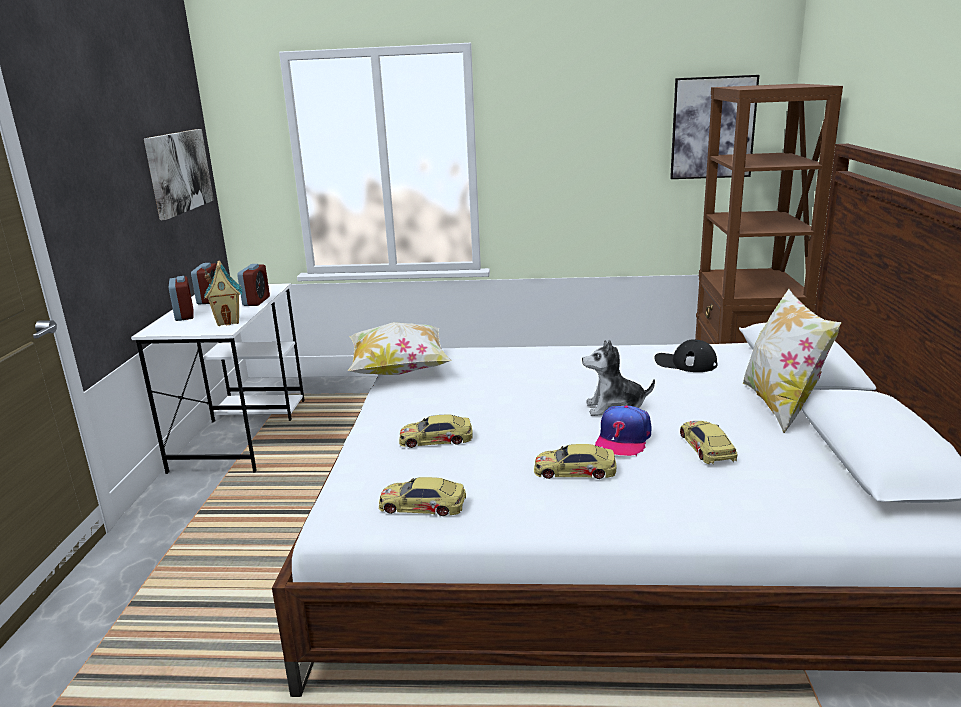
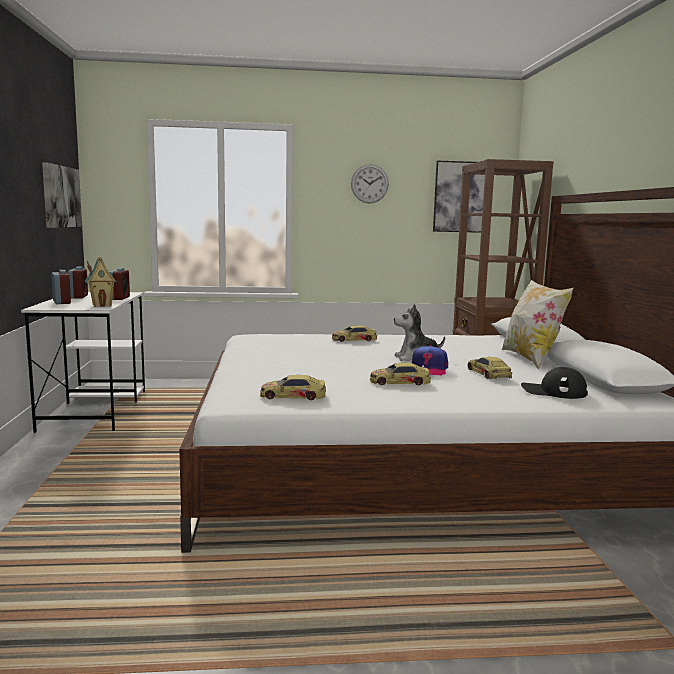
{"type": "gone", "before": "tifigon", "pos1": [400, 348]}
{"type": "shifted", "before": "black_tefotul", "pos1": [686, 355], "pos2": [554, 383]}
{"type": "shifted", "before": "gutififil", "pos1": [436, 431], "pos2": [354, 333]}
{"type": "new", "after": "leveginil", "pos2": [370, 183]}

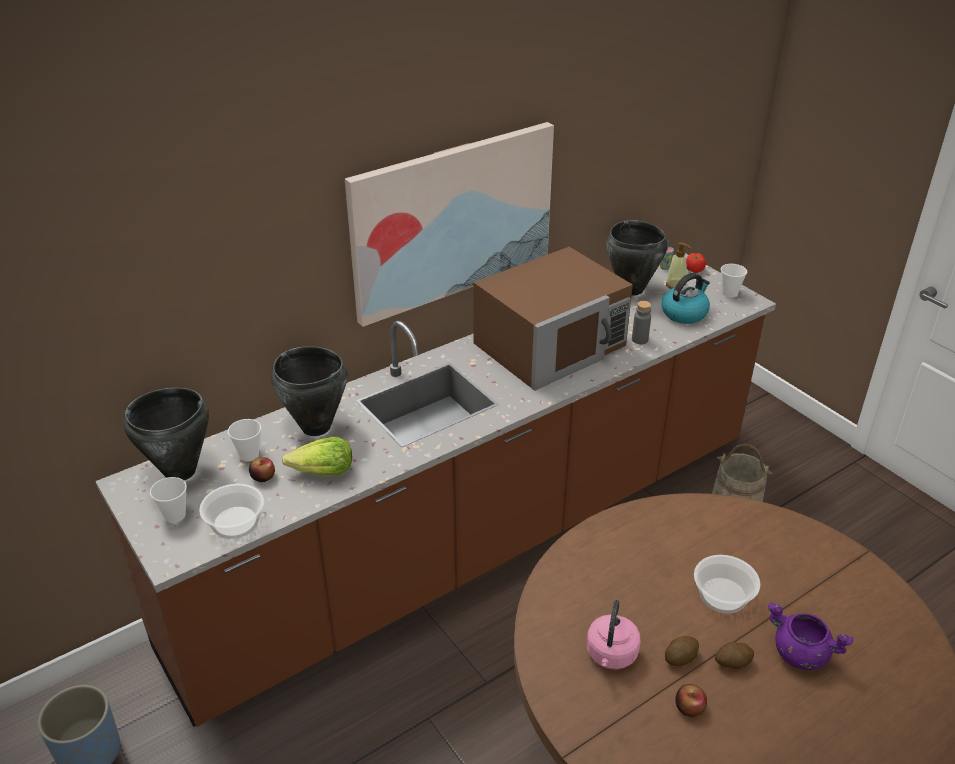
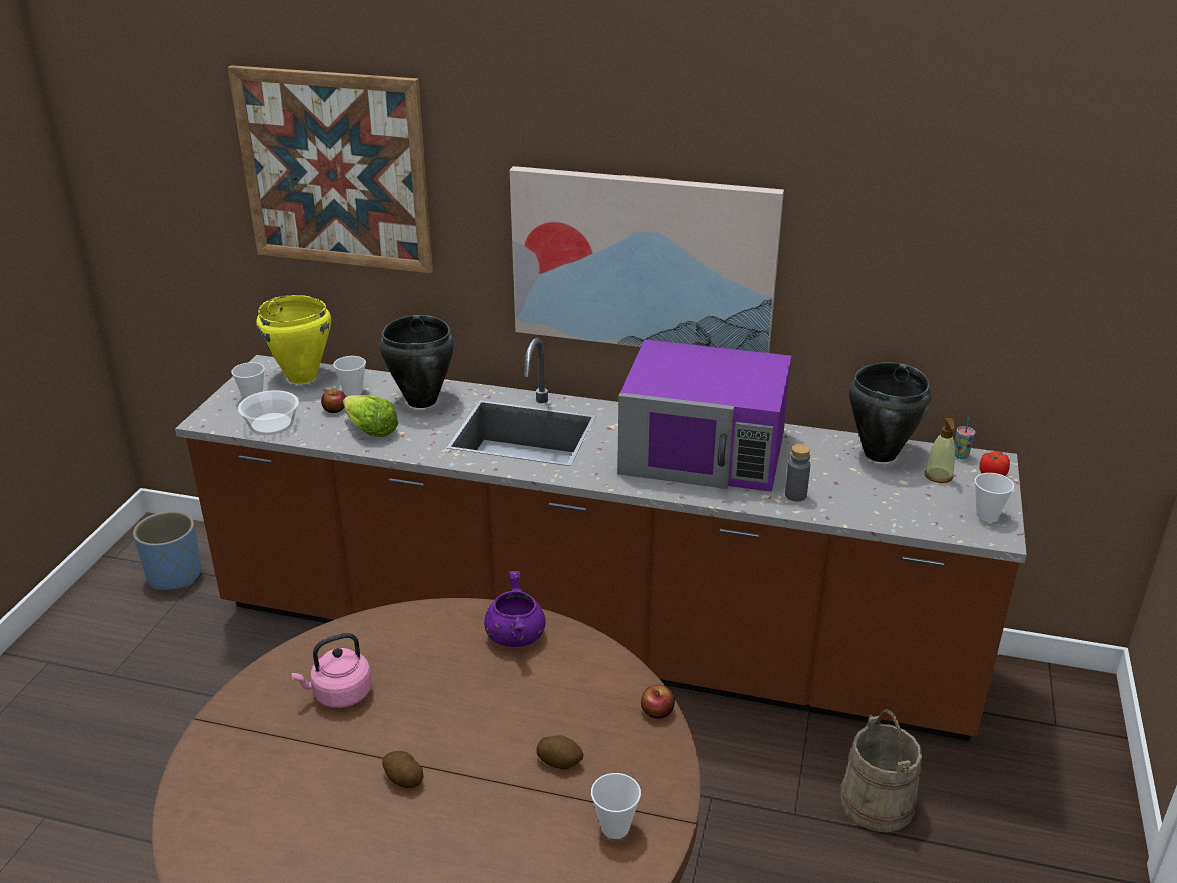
{"type": "repainted", "before": "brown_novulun", "after": "purple_novulun", "pos1": [553, 319], "pos2": [704, 415]}
{"type": "gone", "before": "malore", "pos1": [686, 298]}
{"type": "repainted", "before": "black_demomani", "after": "yellow_demomani", "pos1": [166, 434], "pos2": [293, 339]}
{"type": "gone", "before": "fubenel", "pos1": [727, 584]}
{"type": "shifted", "before": "purple_demomani", "pos1": [810, 636], "pos2": [514, 609]}
{"type": "shifted", "before": "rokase", "pos1": [682, 651], "pos2": [559, 752]}
{"type": "shifted", "before": "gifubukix", "pos1": [691, 700], "pos2": [658, 702]}
{"type": "new", "after": "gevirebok", "pos2": [330, 169]}
{"type": "new", "after": "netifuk", "pos2": [616, 806]}

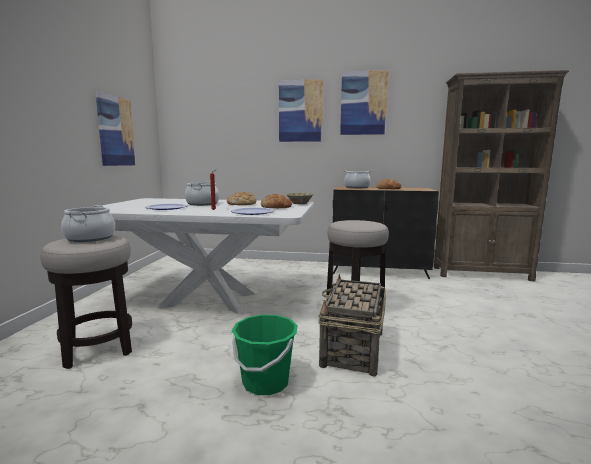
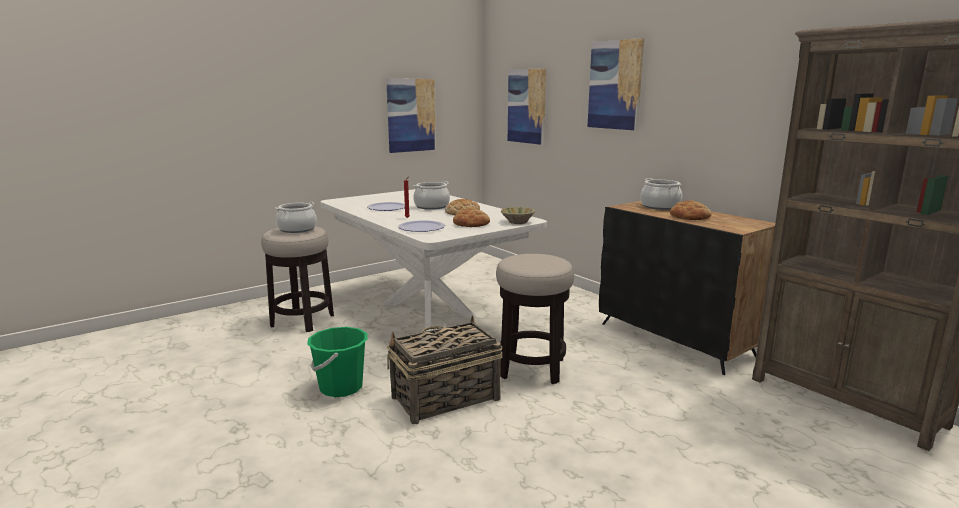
{"type": "shifted", "before": "gevirebok", "pos1": [364, 102], "pos2": [527, 106]}

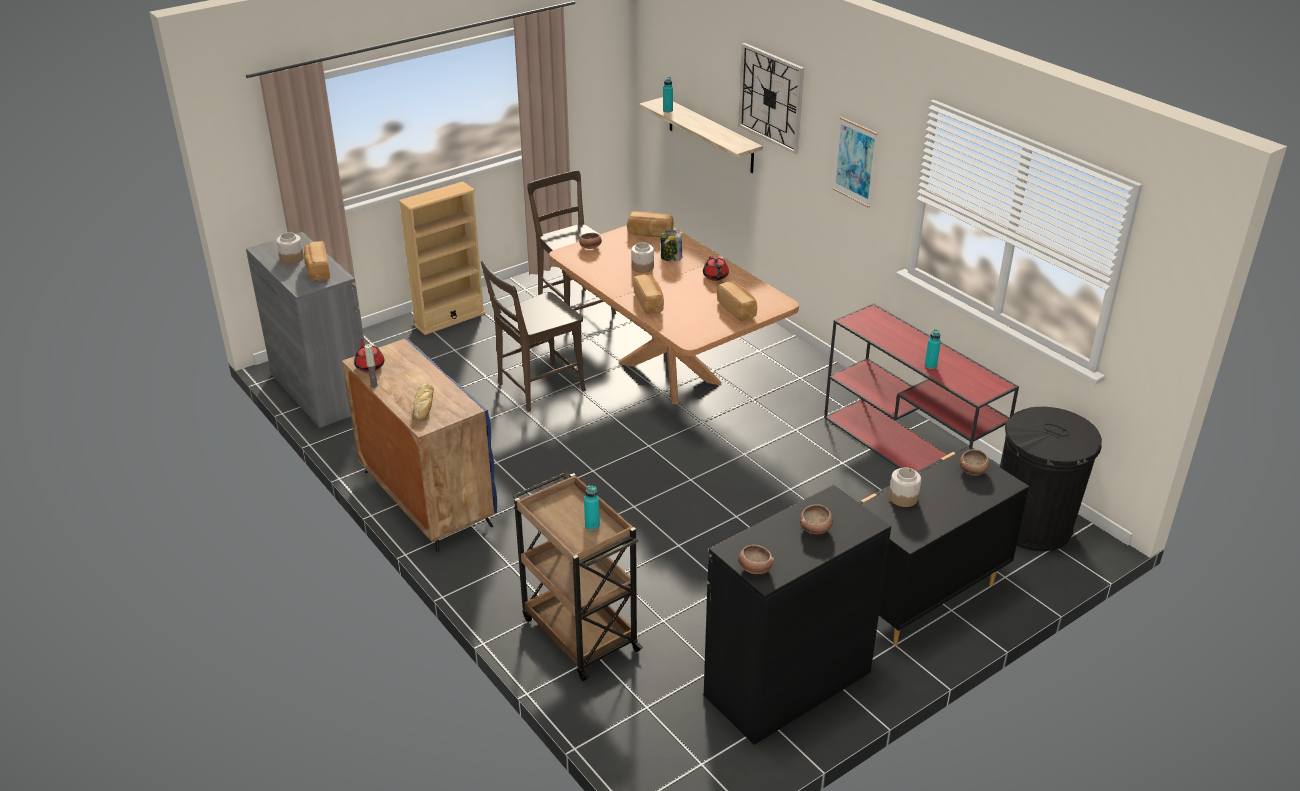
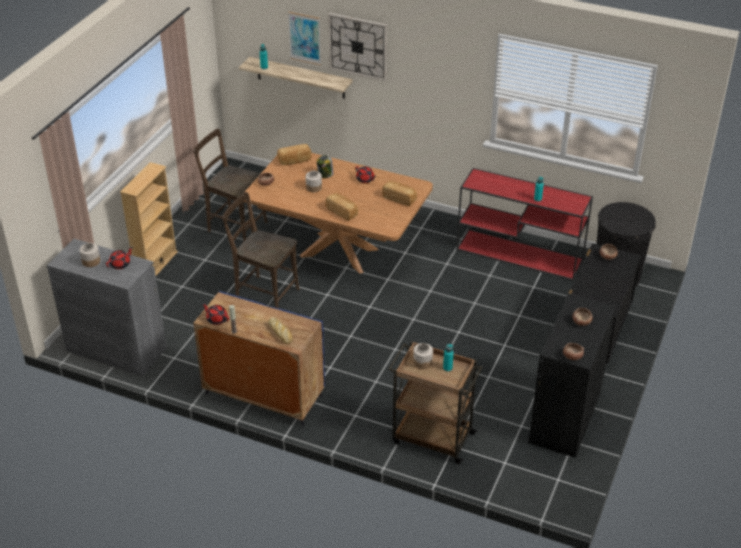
{"type": "shifted", "before": "gevirebok", "pos1": [855, 162], "pos2": [304, 38]}
{"type": "swapped", "before": "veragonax", "after": "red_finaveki", "pos1": [317, 261], "pos2": [119, 258]}
{"type": "rotated", "before": "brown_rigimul", "pos1": [533, 336], "pos2": [261, 250], "turn": 90}
{"type": "shifted", "before": "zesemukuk", "pos1": [905, 487], "pos2": [423, 356]}

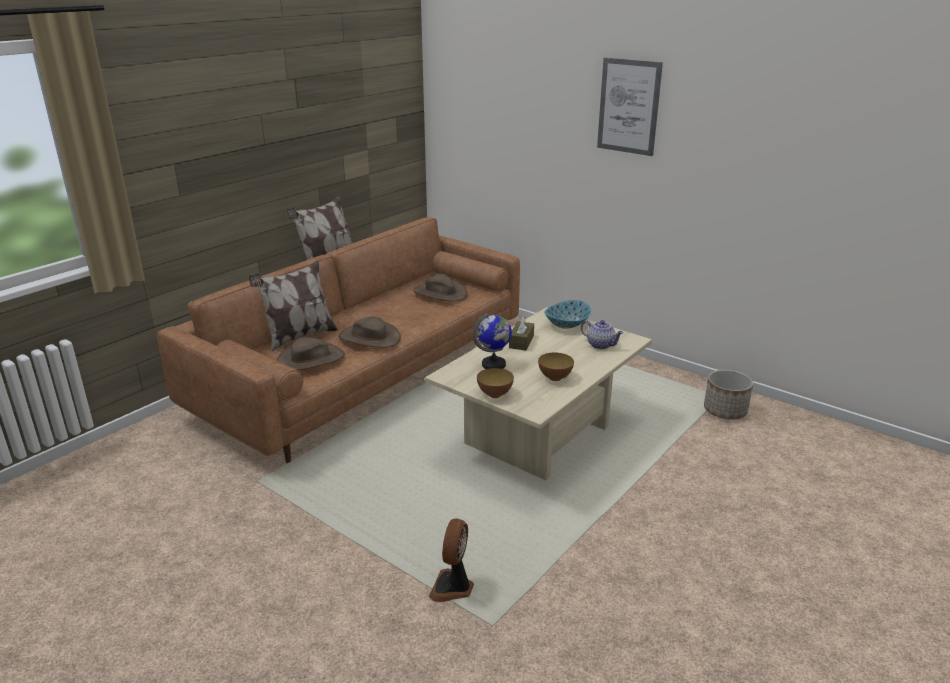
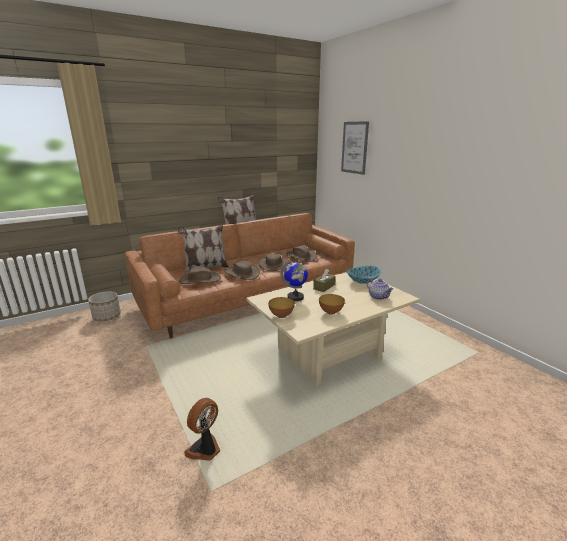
{"type": "shifted", "before": "gevirebok", "pos1": [630, 107], "pos2": [355, 148]}
{"type": "shifted", "before": "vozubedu", "pos1": [728, 395], "pos2": [104, 306]}
{"type": "new", "after": "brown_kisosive", "pos2": [273, 262]}

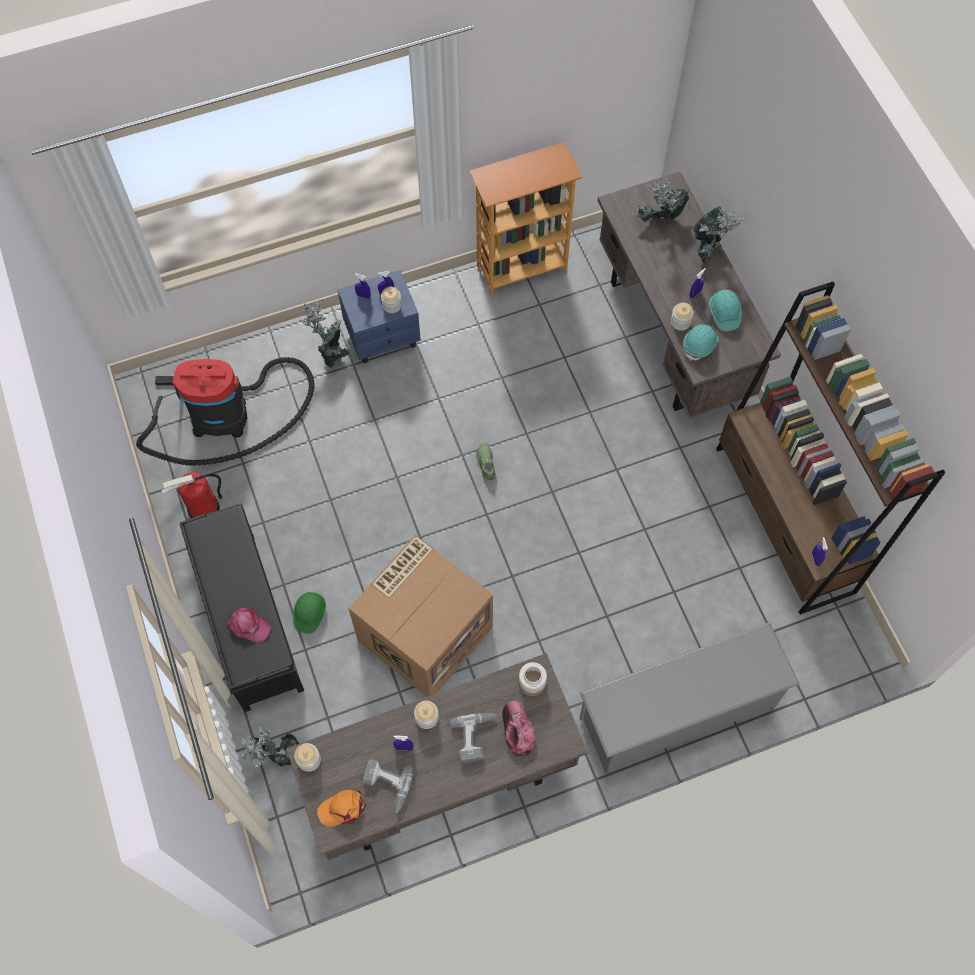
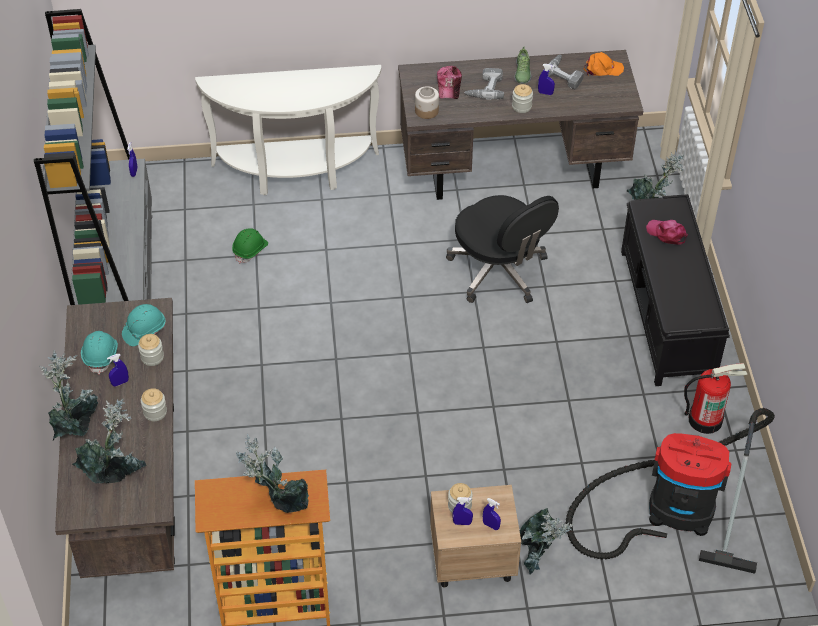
{"type": "repainted", "before": "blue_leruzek", "after": "beige_leruzek", "pos1": [379, 316], "pos2": [475, 536]}
{"type": "repainted", "before": "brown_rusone", "after": "grey_rusone", "pos1": [830, 448], "pos2": [93, 157]}
{"type": "shifted", "before": "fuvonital", "pos1": [486, 462], "pos2": [522, 65]}
{"type": "swapped", "before": "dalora", "after": "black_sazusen", "pos1": [420, 616], "pos2": [502, 249]}
{"type": "shifted", "before": "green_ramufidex", "pos1": [309, 613], "pos2": [250, 245]}
{"type": "swapped", "before": "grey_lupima", "after": "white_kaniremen", "pos1": [690, 698], "pos2": [288, 130]}
{"type": "shifted", "before": "zesemukuk", "pos1": [307, 757], "pos2": [154, 404]}
{"type": "new", "after": "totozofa", "pos2": [272, 473]}

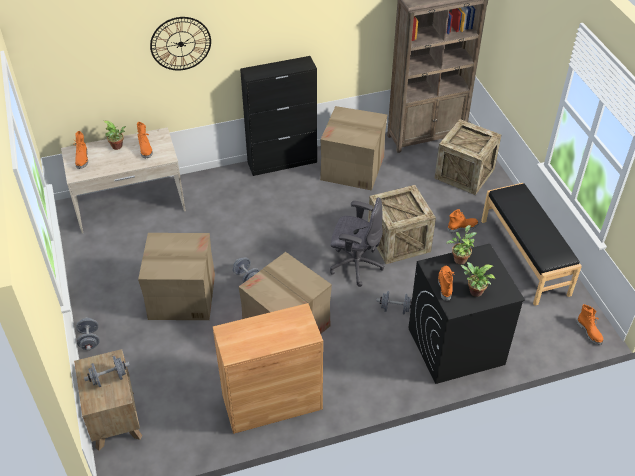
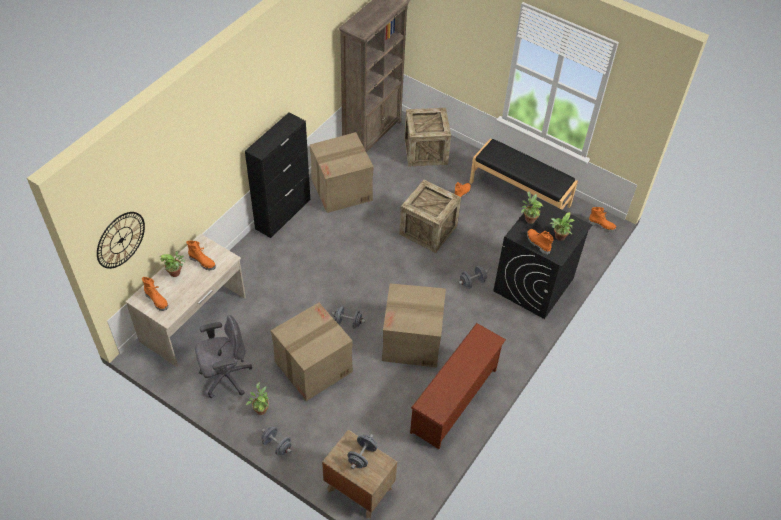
{"type": "shifted", "before": "leveginil", "pos1": [180, 44], "pos2": [121, 240]}
{"type": "shifted", "before": "grey_sazusen", "pos1": [357, 242], "pos2": [223, 356]}
{"type": "swapped", "before": "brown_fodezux", "after": "brown_lupima", "pos1": [268, 368], "pos2": [458, 386]}
{"type": "new", "after": "totozofa", "pos2": [257, 398]}

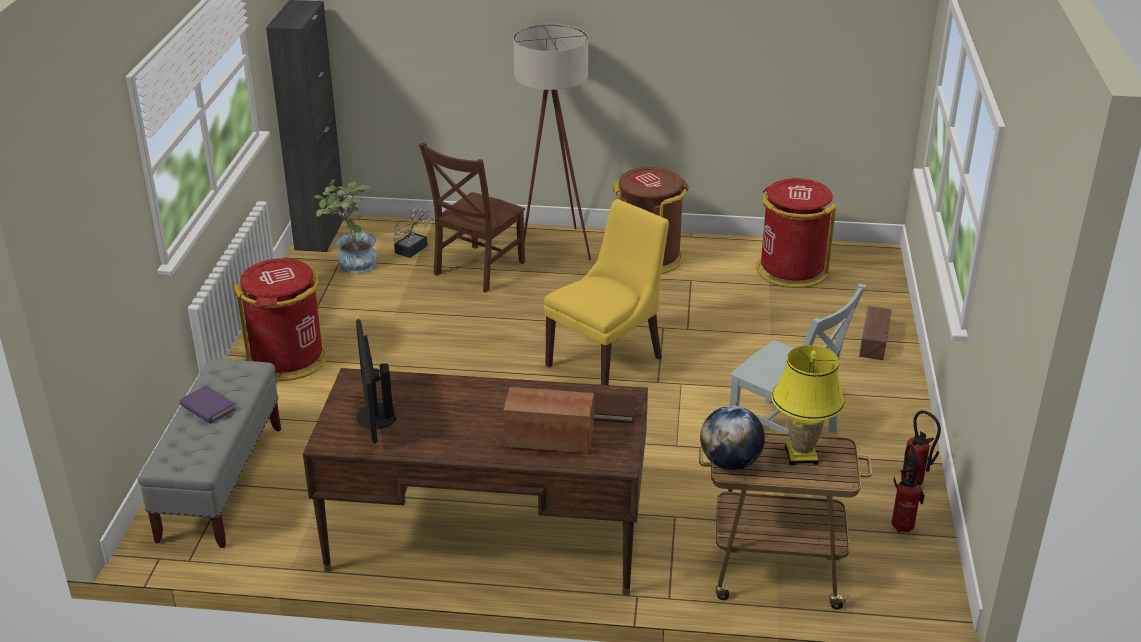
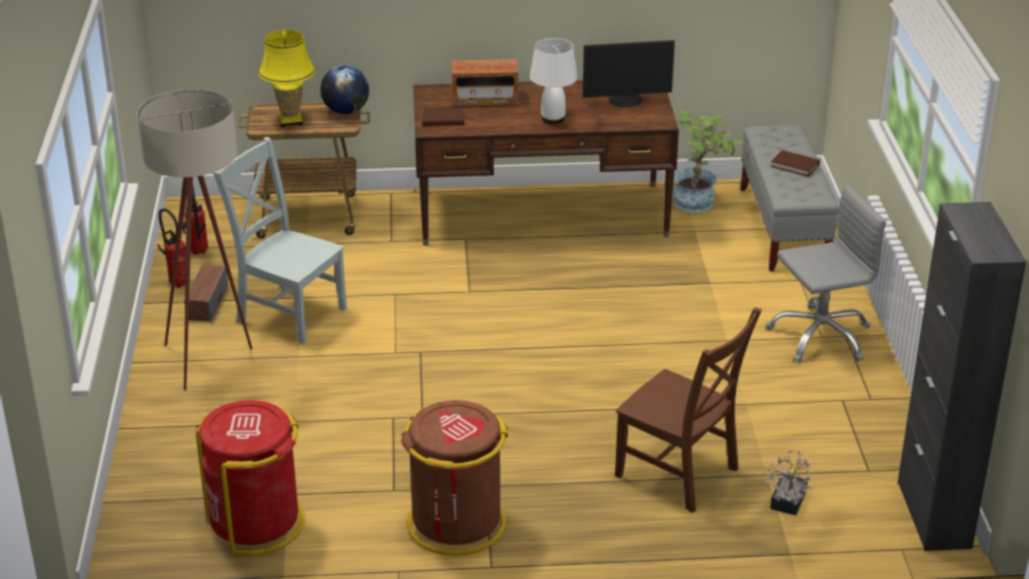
{"type": "shifted", "before": "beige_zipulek", "pos1": [552, 142], "pos2": [195, 240]}
{"type": "rotated", "before": "brown_rigimul", "pos1": [472, 217], "pos2": [688, 410], "turn": 105}
{"type": "shifted", "before": "totozofa", "pos1": [345, 227], "pos2": [708, 161]}
{"type": "gone", "before": "yellow_rigimul", "pos1": [606, 292]}
{"type": "swapped", "before": "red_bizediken", "after": "grey_sazusen", "pos1": [280, 319], "pos2": [825, 274]}
{"type": "shifted", "before": "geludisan", "pos1": [875, 332], "pos2": [206, 293]}
{"type": "rotated", "before": "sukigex", "pos1": [376, 381], "pos2": [629, 73], "turn": 105}
{"type": "repainted", "before": "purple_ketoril", "after": "brown_ketoril", "pos1": [208, 404], "pos2": [795, 163]}
{"type": "new", "after": "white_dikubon", "pos2": [554, 81]}

